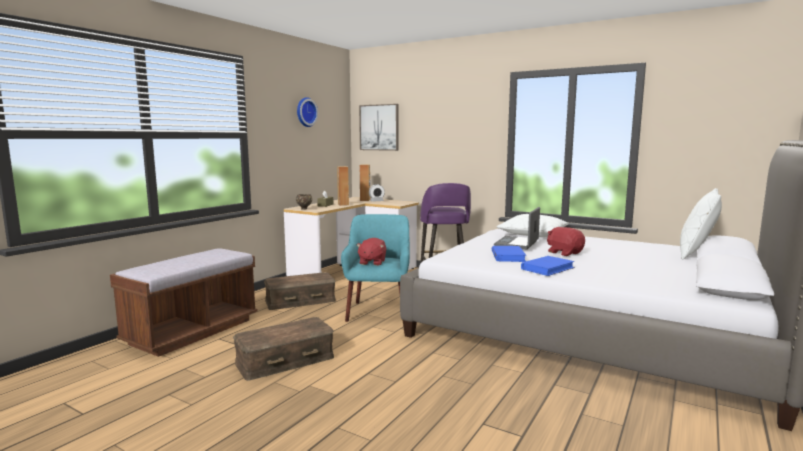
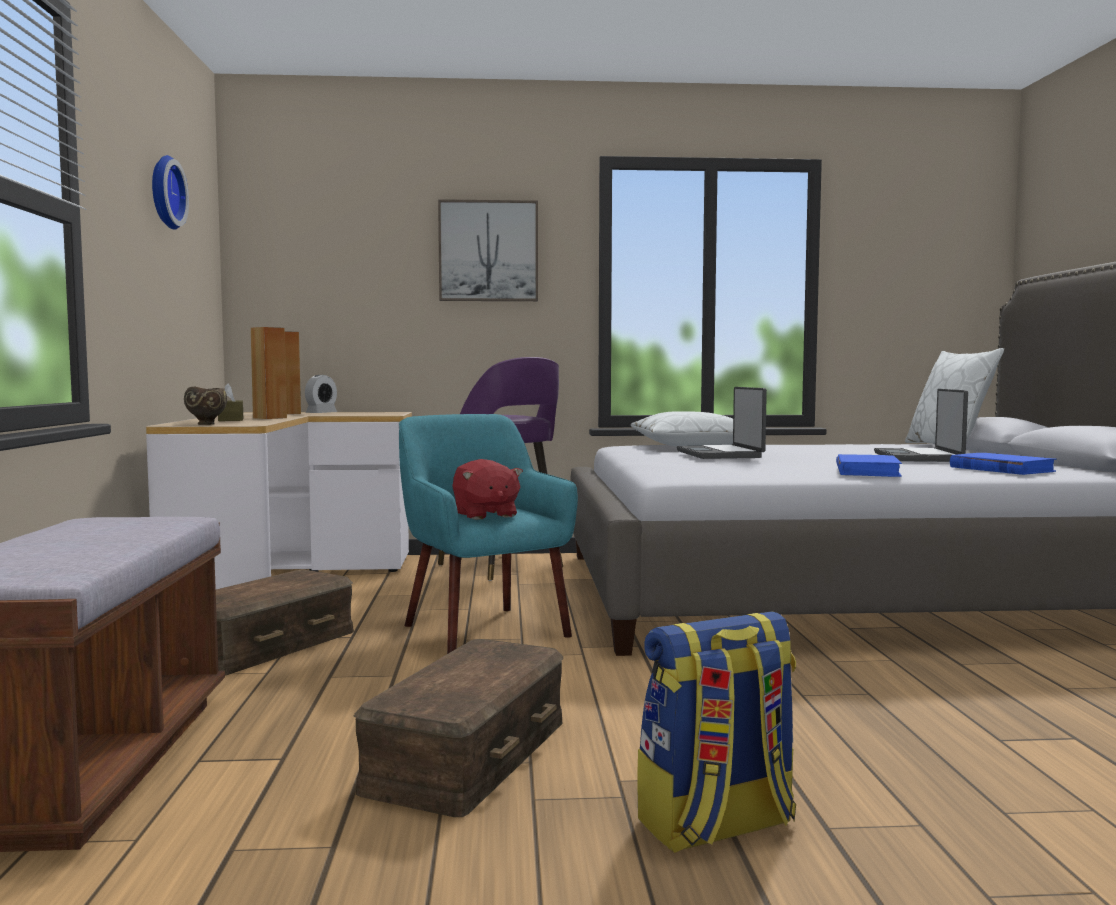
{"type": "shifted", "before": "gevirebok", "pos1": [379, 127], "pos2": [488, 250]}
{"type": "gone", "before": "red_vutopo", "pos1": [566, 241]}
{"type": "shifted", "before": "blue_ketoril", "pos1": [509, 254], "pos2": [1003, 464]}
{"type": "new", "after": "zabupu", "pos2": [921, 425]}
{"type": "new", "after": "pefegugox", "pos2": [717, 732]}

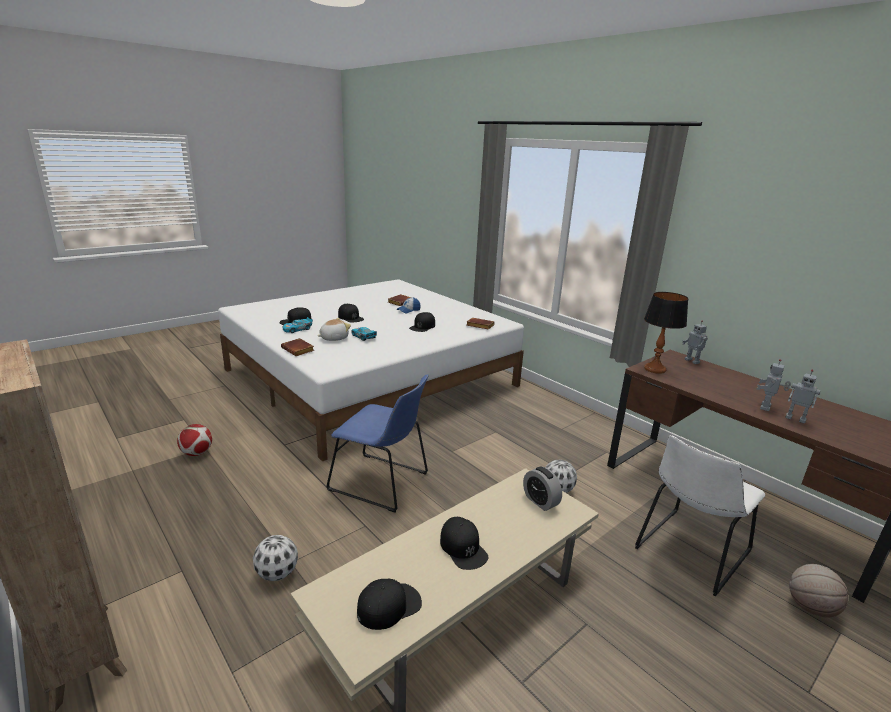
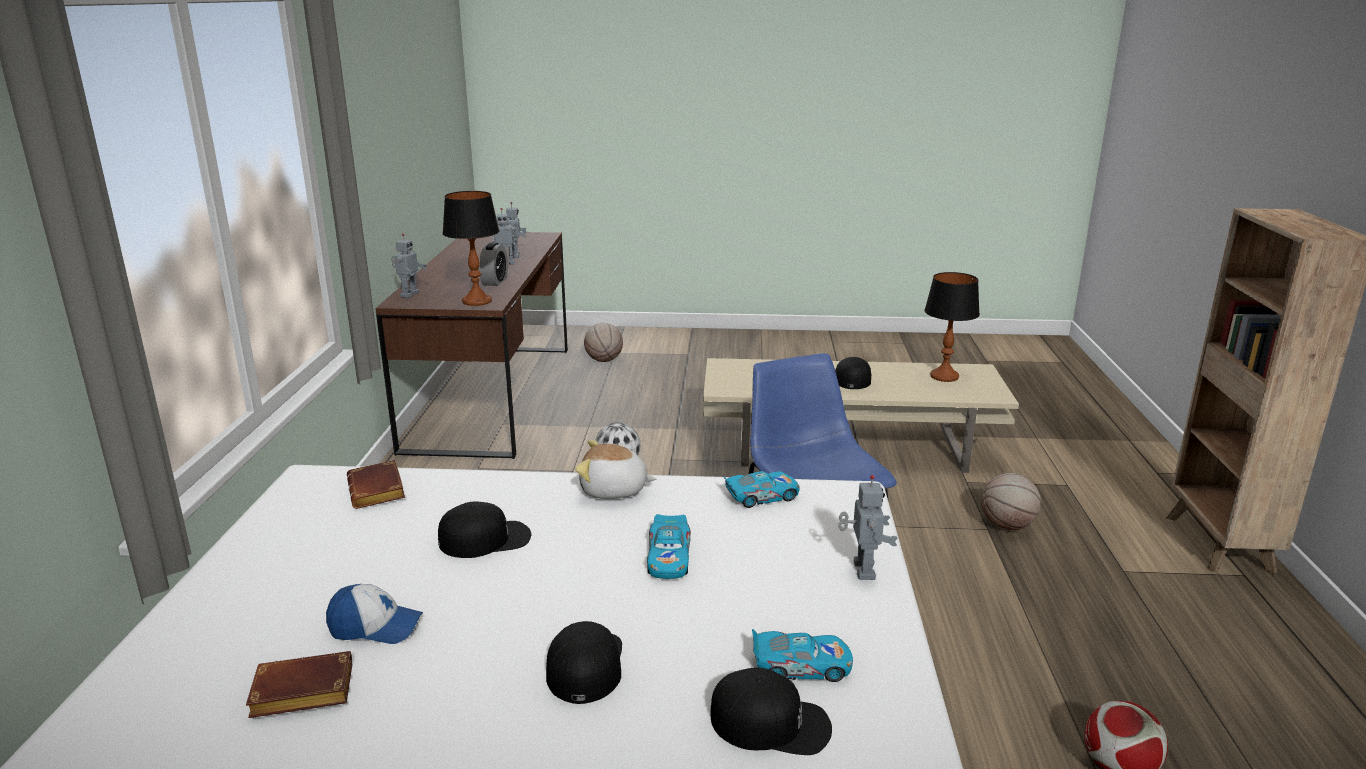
{"type": "shifted", "before": "vutopo", "pos1": [334, 329], "pos2": [615, 469]}
{"type": "swapped", "before": "brown_ketoril", "after": "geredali", "pos1": [297, 347], "pos2": [868, 527]}
{"type": "gone", "before": "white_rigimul", "pos1": [700, 516]}
{"type": "shifted", "before": "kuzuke", "pos1": [542, 488], "pos2": [493, 264]}
{"type": "swapped", "before": "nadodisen", "after": "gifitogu", "pos1": [275, 558], "pos2": [1011, 501]}
{"type": "swapped", "before": "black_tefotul", "after": "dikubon", "pos1": [389, 604], "pos2": [952, 327]}
{"type": "new", "after": "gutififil", "pos2": [761, 489]}

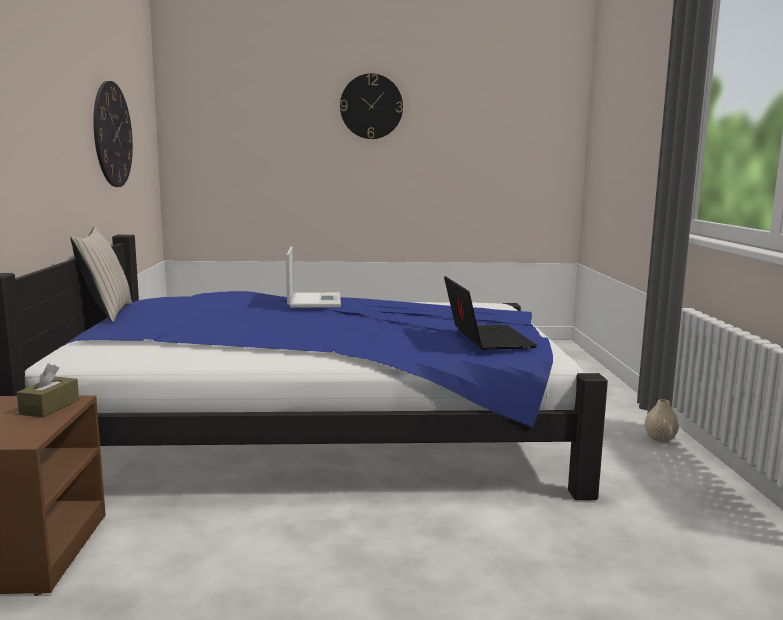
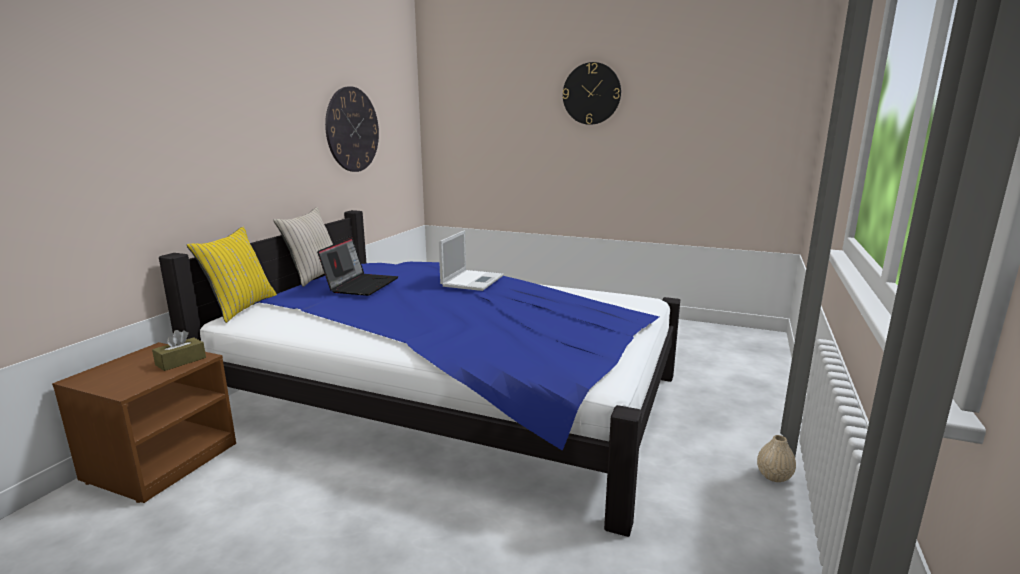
{"type": "shifted", "before": "zabupu", "pos1": [490, 313], "pos2": [357, 267]}
{"type": "new", "after": "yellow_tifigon", "pos2": [232, 275]}

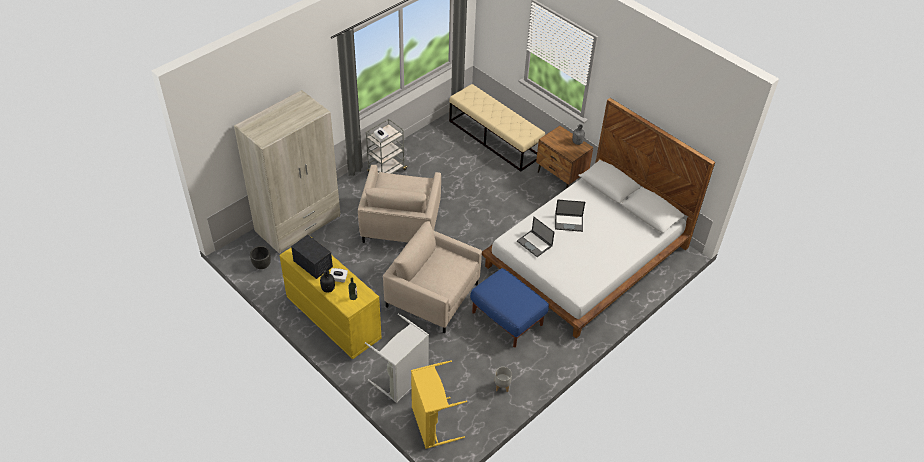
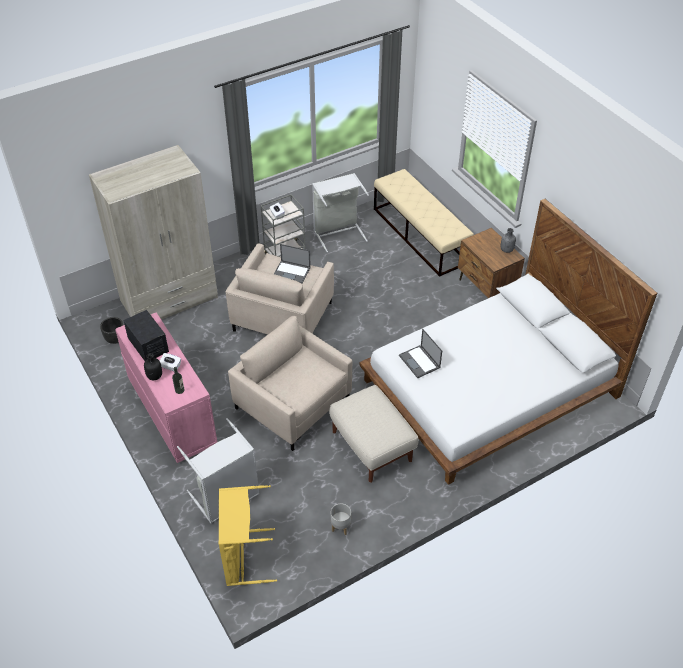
{"type": "shifted", "before": "zabupu", "pos1": [570, 215], "pos2": [292, 264]}
{"type": "repainted", "before": "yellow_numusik", "after": "pink_numusik", "pos1": [330, 303], "pos2": [166, 387]}
{"type": "repainted", "before": "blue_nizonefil", "after": "beige_nizonefil", "pos1": [509, 308], "pos2": [374, 434]}
{"type": "new", "after": "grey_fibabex", "pos2": [340, 213]}

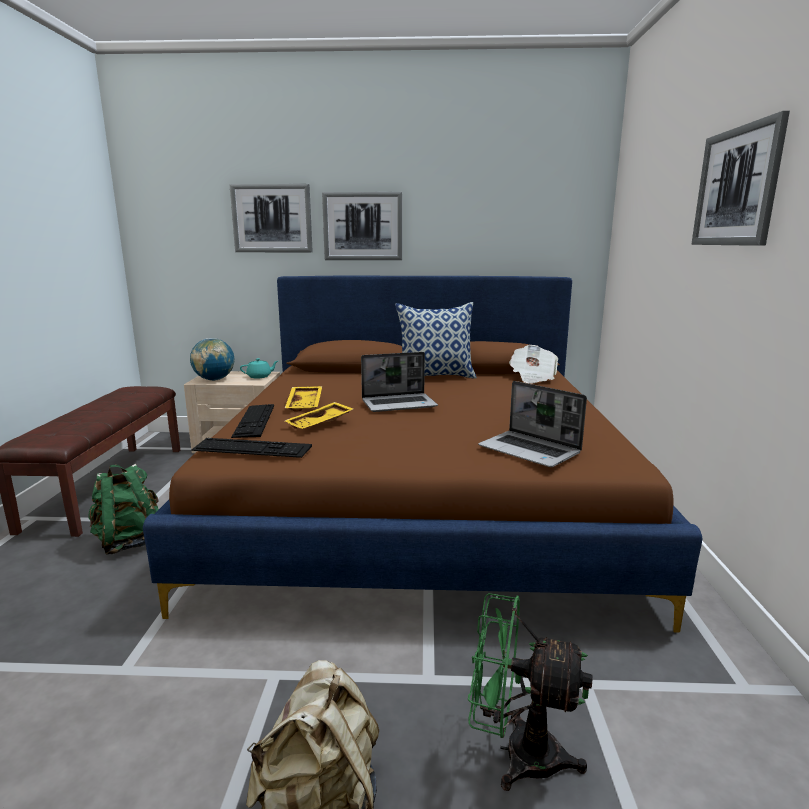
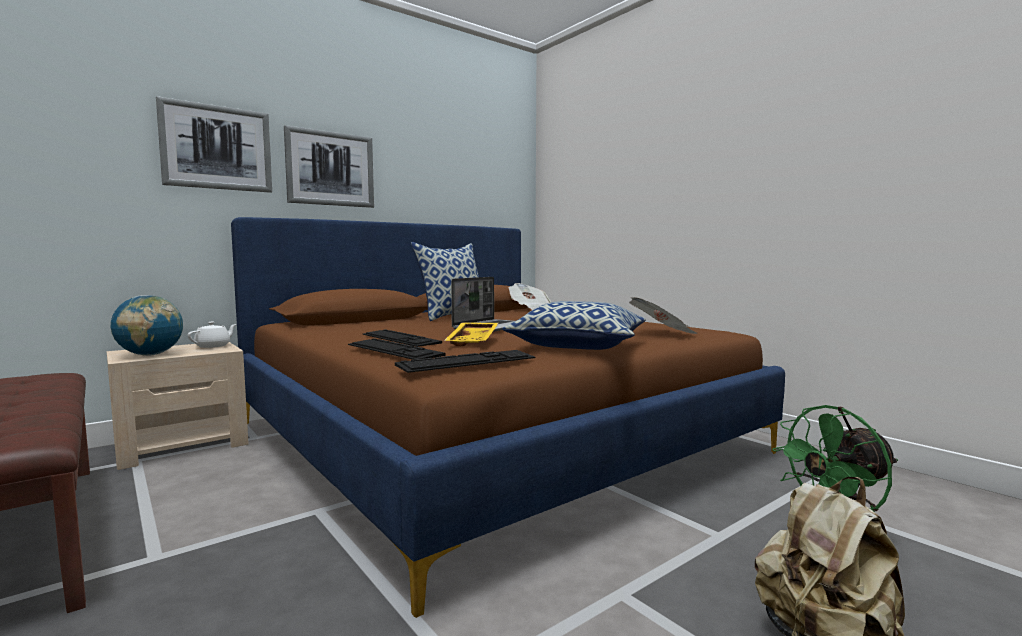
{"type": "gone", "before": "gevirebok", "pos1": [740, 178]}
{"type": "repainted", "before": "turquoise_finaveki", "after": "white_finaveki", "pos1": [259, 368], "pos2": [212, 335]}
{"type": "swapped", "before": "zabupu", "after": "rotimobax", "pos1": [532, 424], "pos2": [663, 315]}
{"type": "swapped", "before": "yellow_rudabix", "after": "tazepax", "pos1": [303, 398], "pos2": [402, 338]}
{"type": "gone", "before": "green_pefegugox", "pos1": [123, 509]}
{"type": "new", "after": "tifigon", "pos2": [574, 325]}

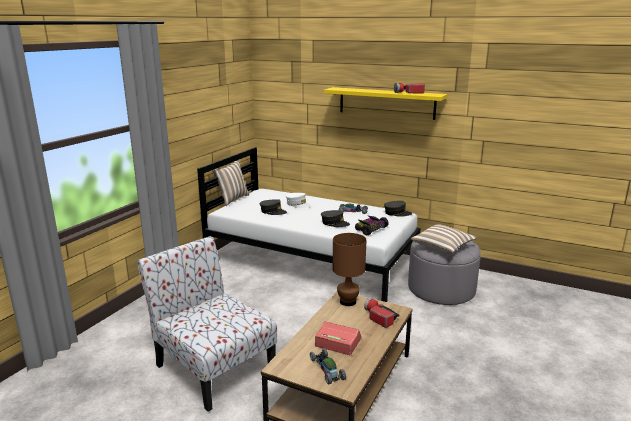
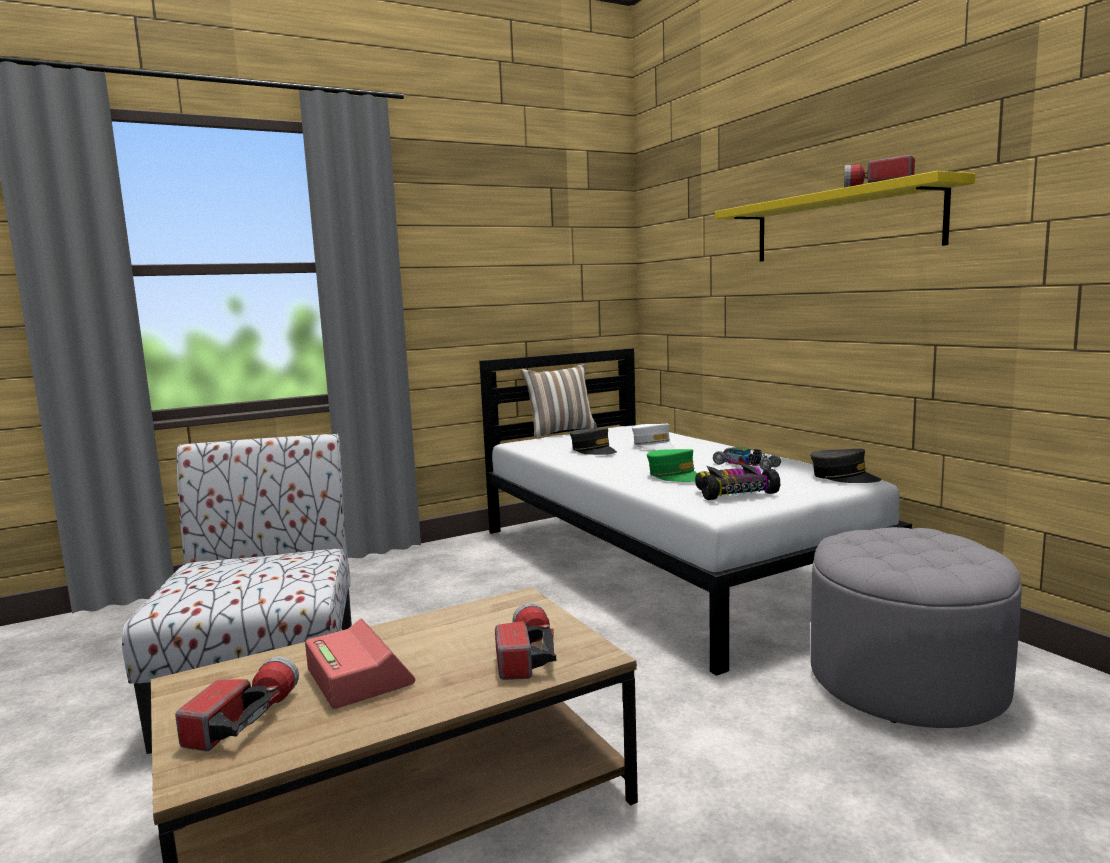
{"type": "repainted", "before": "grey_tefotul", "after": "green_tefotul", "pos1": [335, 218], "pos2": [672, 465]}
{"type": "gone", "before": "tifigon", "pos1": [444, 238]}
{"type": "gone", "before": "brown_dikubon", "pos1": [350, 269]}
{"type": "swapped", "before": "gutififil", "after": "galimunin", "pos1": [328, 366], "pos2": [237, 703]}

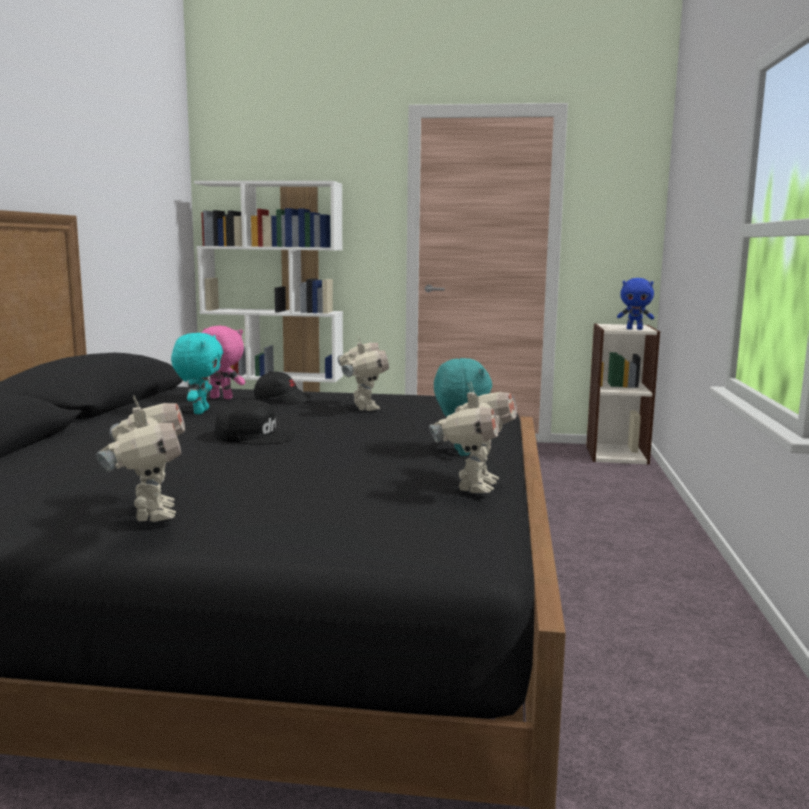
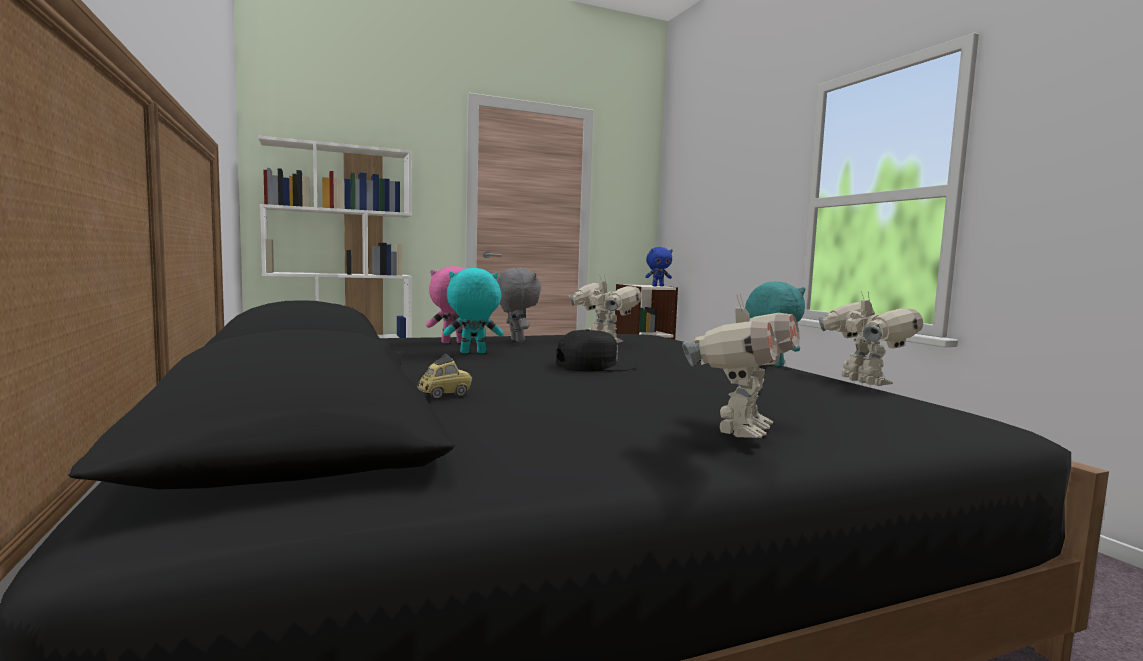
{"type": "rotated", "before": "turquoise_vutopo", "pos1": [197, 373], "pos2": [473, 310], "turn": -75}
{"type": "swapped", "before": "black_tefotul", "after": "grey_vutopo", "pos1": [282, 387], "pos2": [519, 305]}
{"type": "rotated", "before": "geredali", "pos1": [140, 458], "pos2": [741, 366], "turn": 75}
{"type": "new", "after": "gutififil", "pos2": [444, 376]}

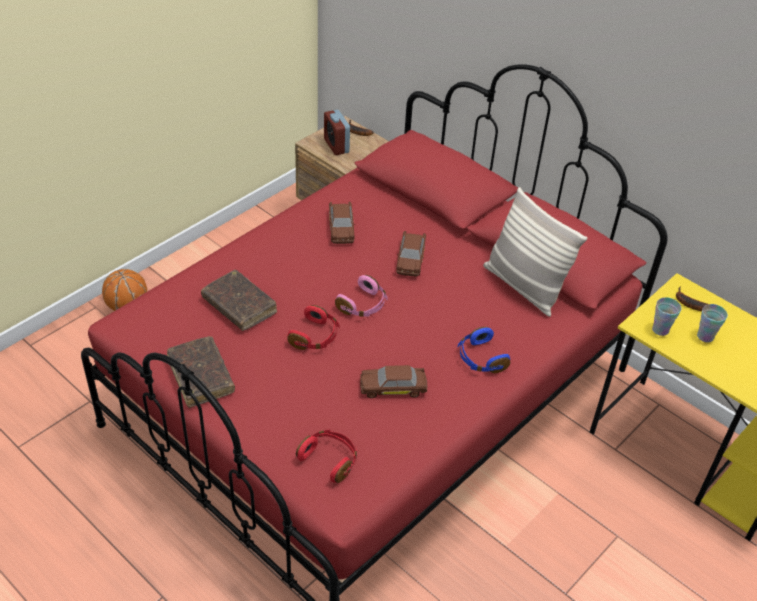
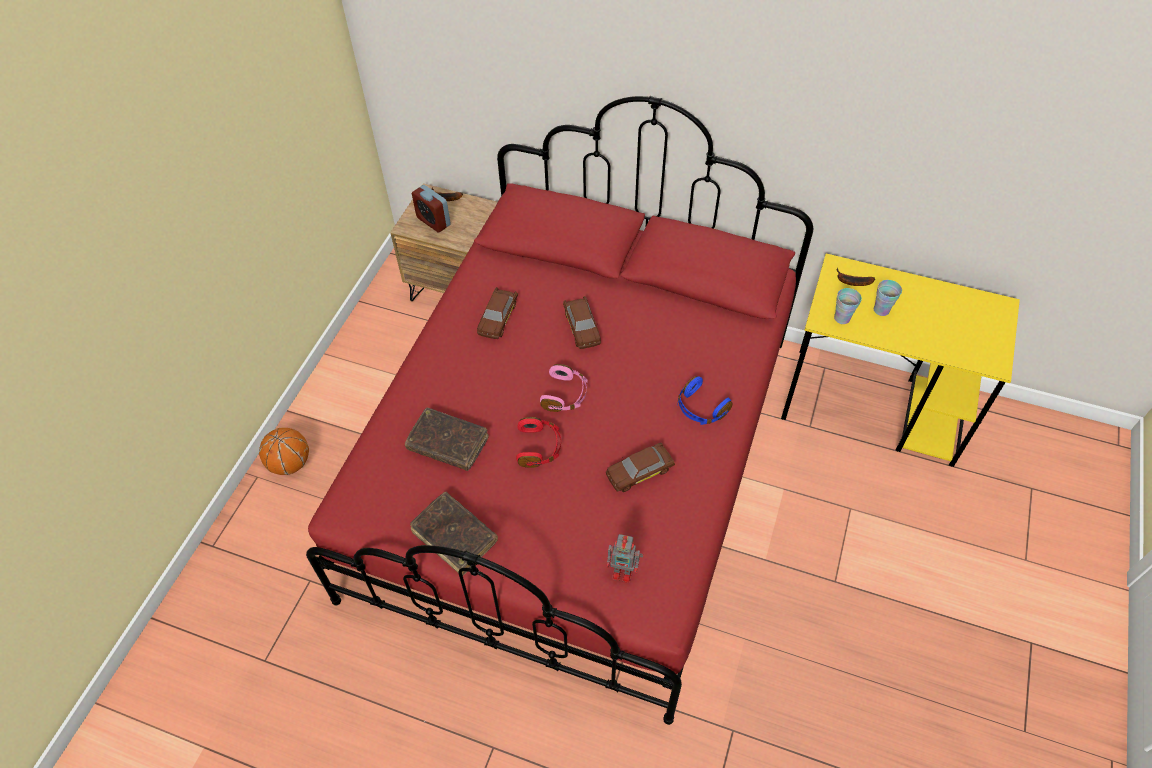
{"type": "gone", "before": "tifigon", "pos1": [535, 252]}
{"type": "rotated", "before": "brown_gutififil", "pos1": [342, 223], "pos2": [497, 313], "turn": 45}
{"type": "swapped", "before": "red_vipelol", "after": "geredali", "pos1": [326, 456], "pos2": [625, 558]}

